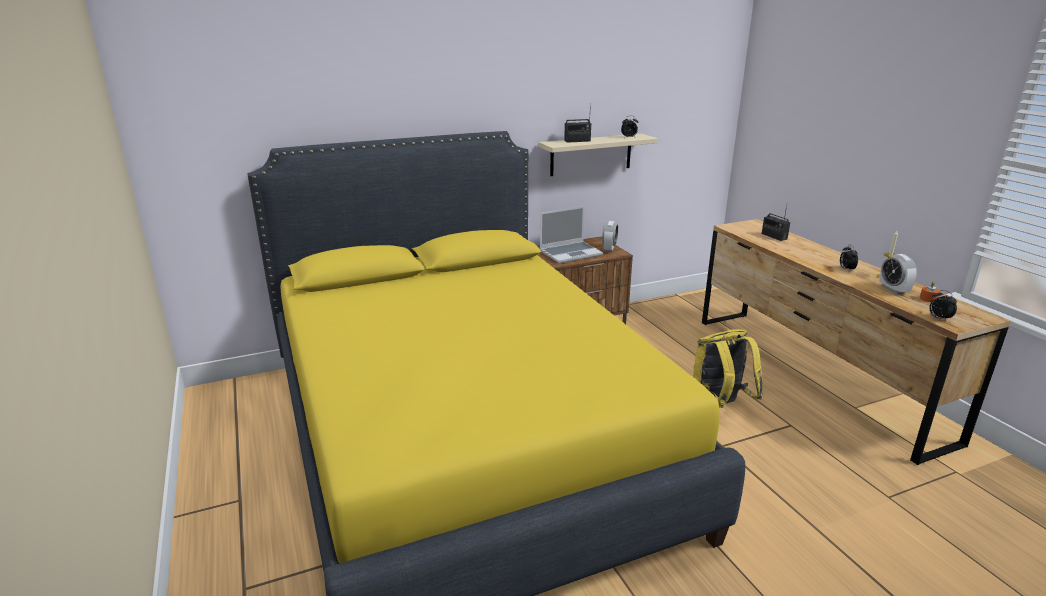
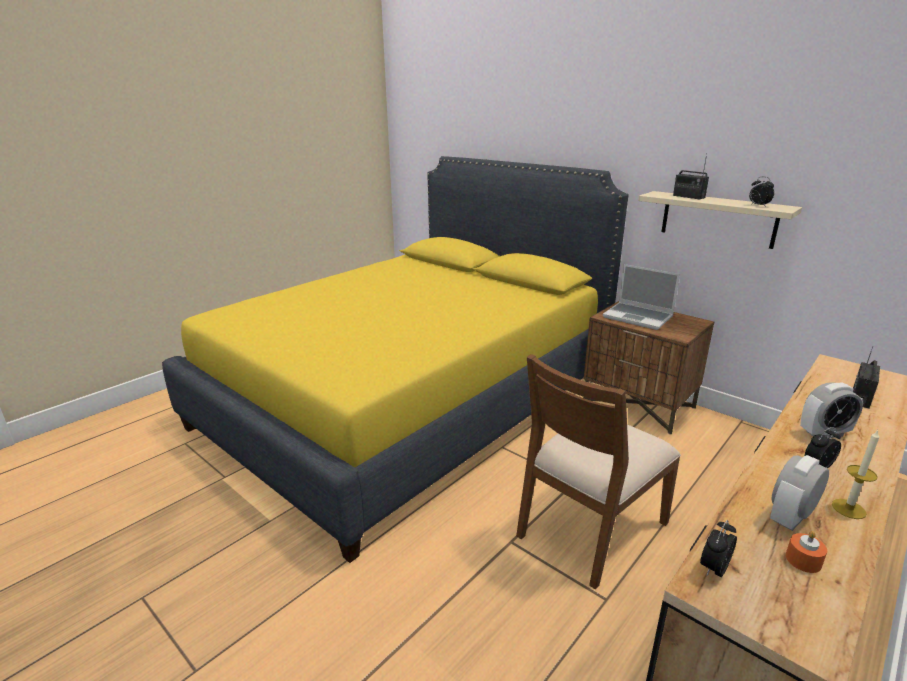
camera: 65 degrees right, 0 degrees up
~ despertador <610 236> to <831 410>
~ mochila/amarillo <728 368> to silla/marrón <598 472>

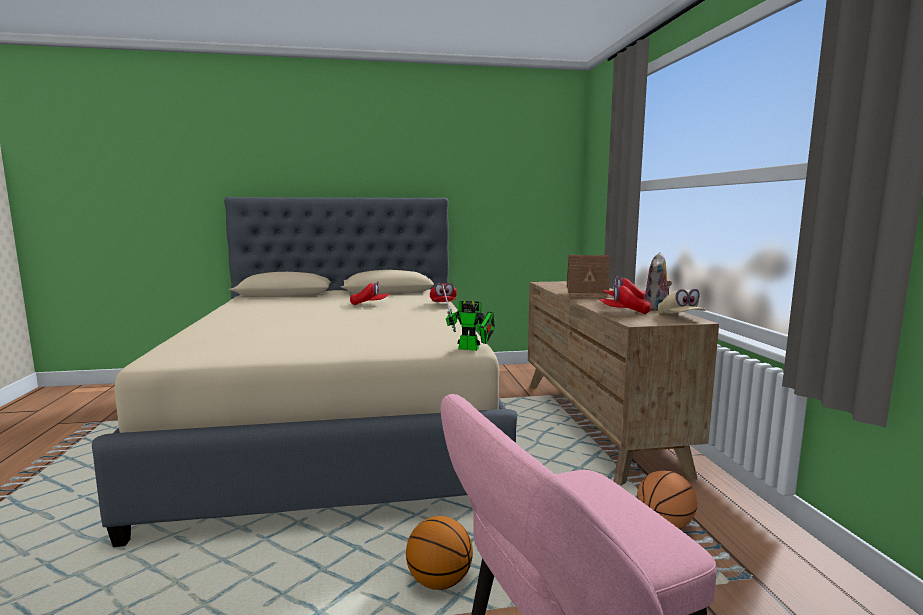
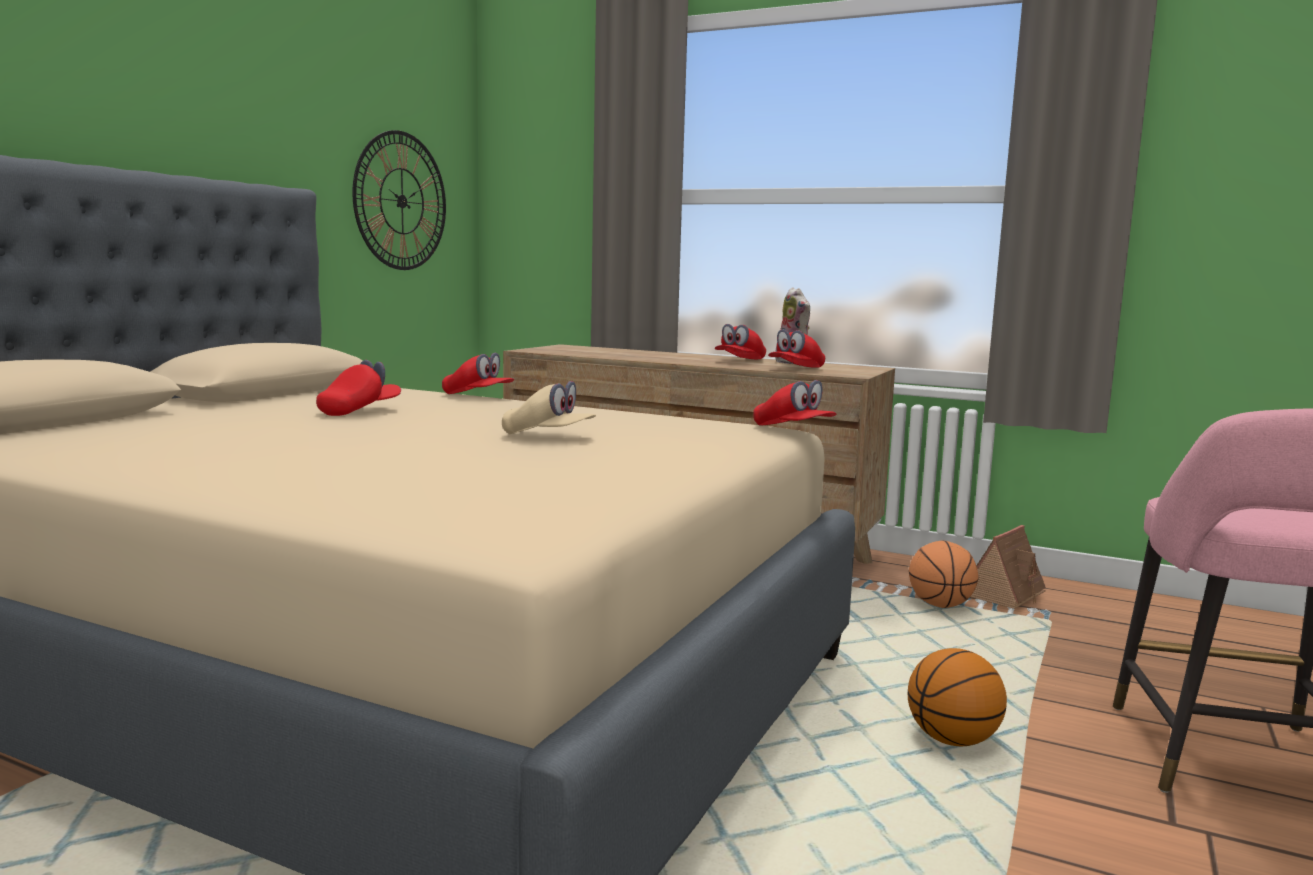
camera: 55 degrees left, 0 degrees up
+ reloj de pared <399 200>
~ casita <590 276> to <1008 567>
~ gorra/beis <682 301> to <549 408>
~ robot de juguete <468 317> to gorra/rojo <795 402>

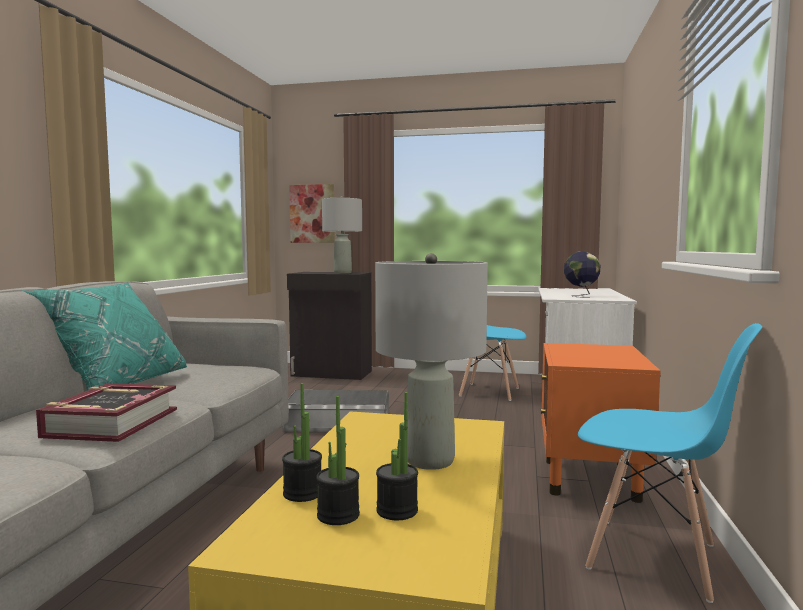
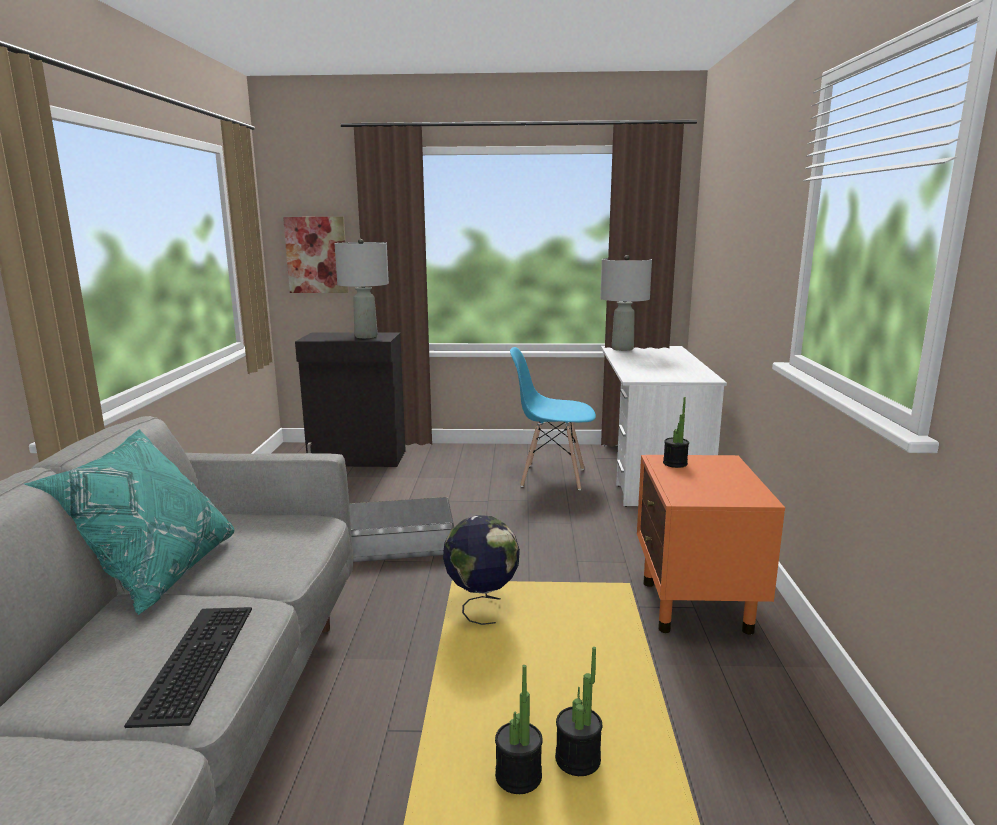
camera: 10 degrees left, 10 degrees up
- silla/azul <670 463>
~ planta en maceta <302 442> to <676 432>
~ lámpara de mesa/gris <431 361> to <626 303>
~ globo terráqueo <582 274> to <481 570>
~ libro <106 412> to teclado <188 667>

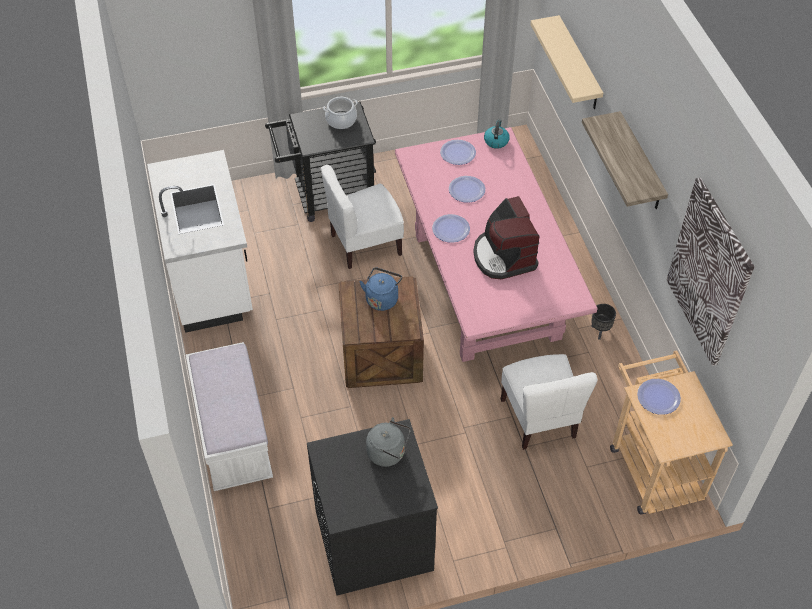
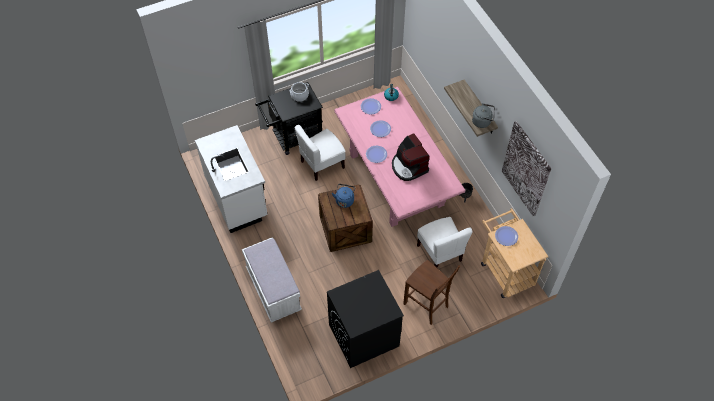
camera: 10 degrees left, 5 degrees up
- estante/beis <566 62>
+ silla/marrón <431 292>
~ hervidor/gris <388 442> to <483 115>

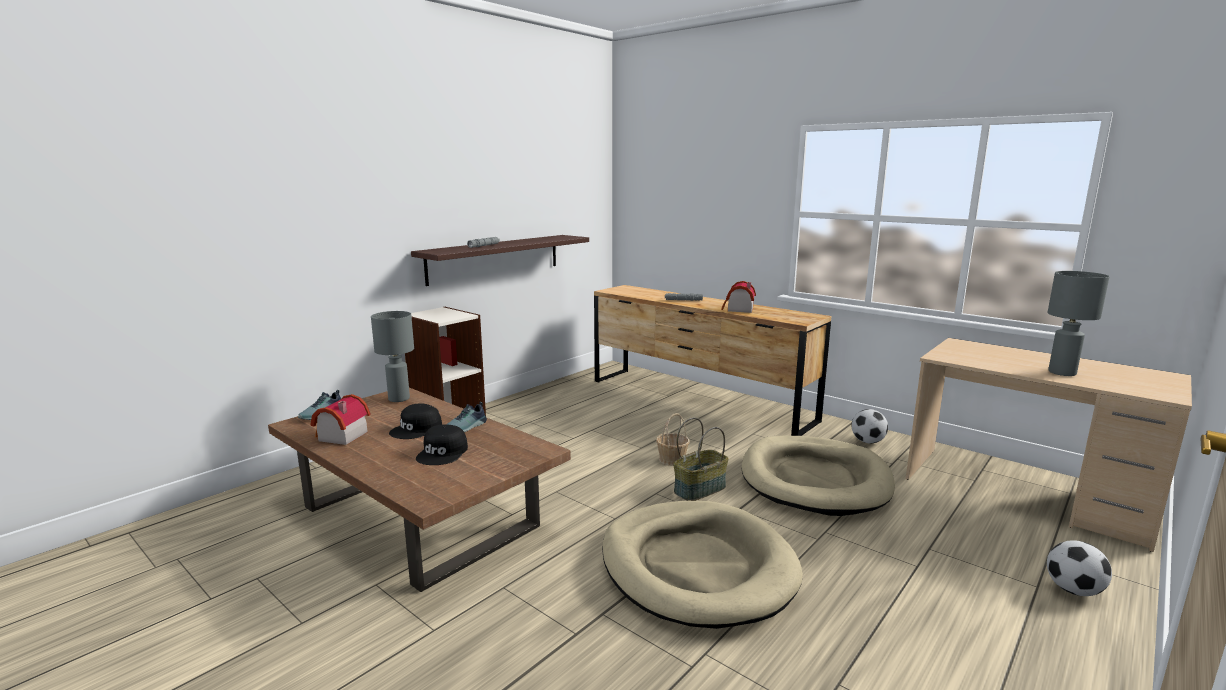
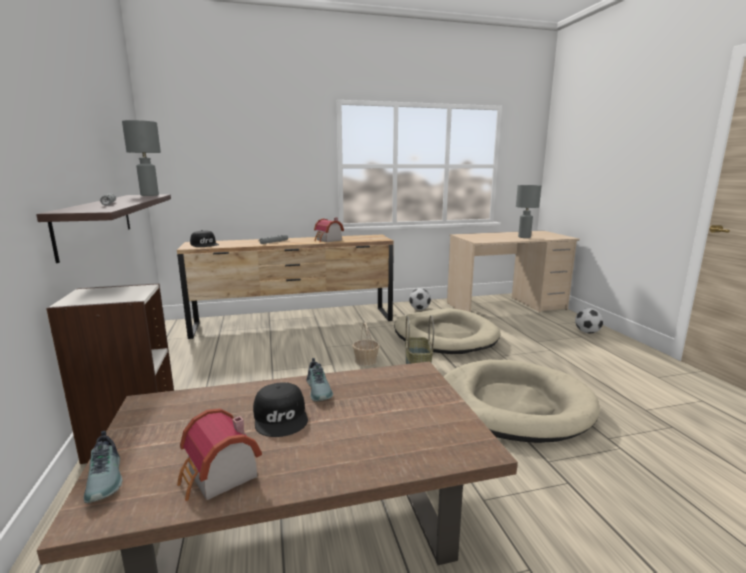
camera: 55 degrees left, 0 degrees up
~ lámpara de mesa/gris <392 356> to <141 158>
~ gorra/negro <442 445> to <204 238>

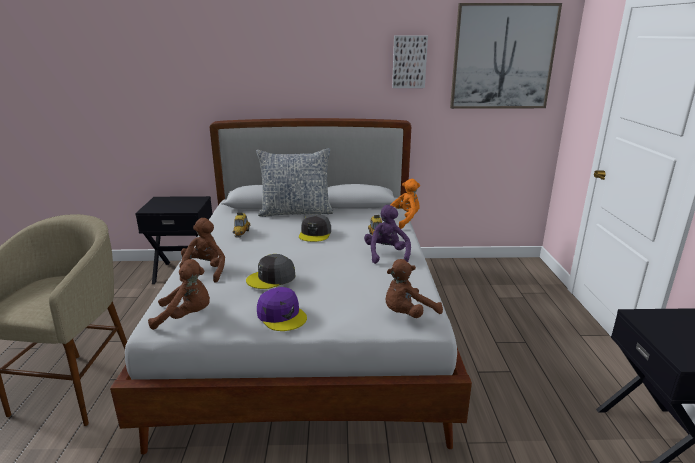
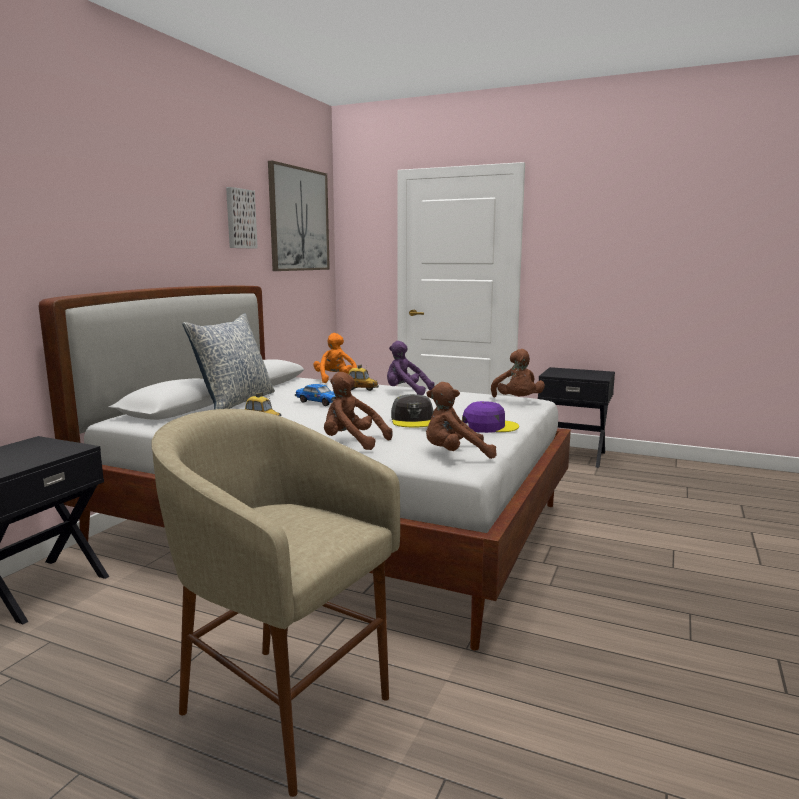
camera: 65 degrees left, 10 degrees down
~ gorra/gris <315 228> to coche de juguete <316 395>
~ peluche/marrón <179 294> = <461 420> 120 degrees counterclockwise

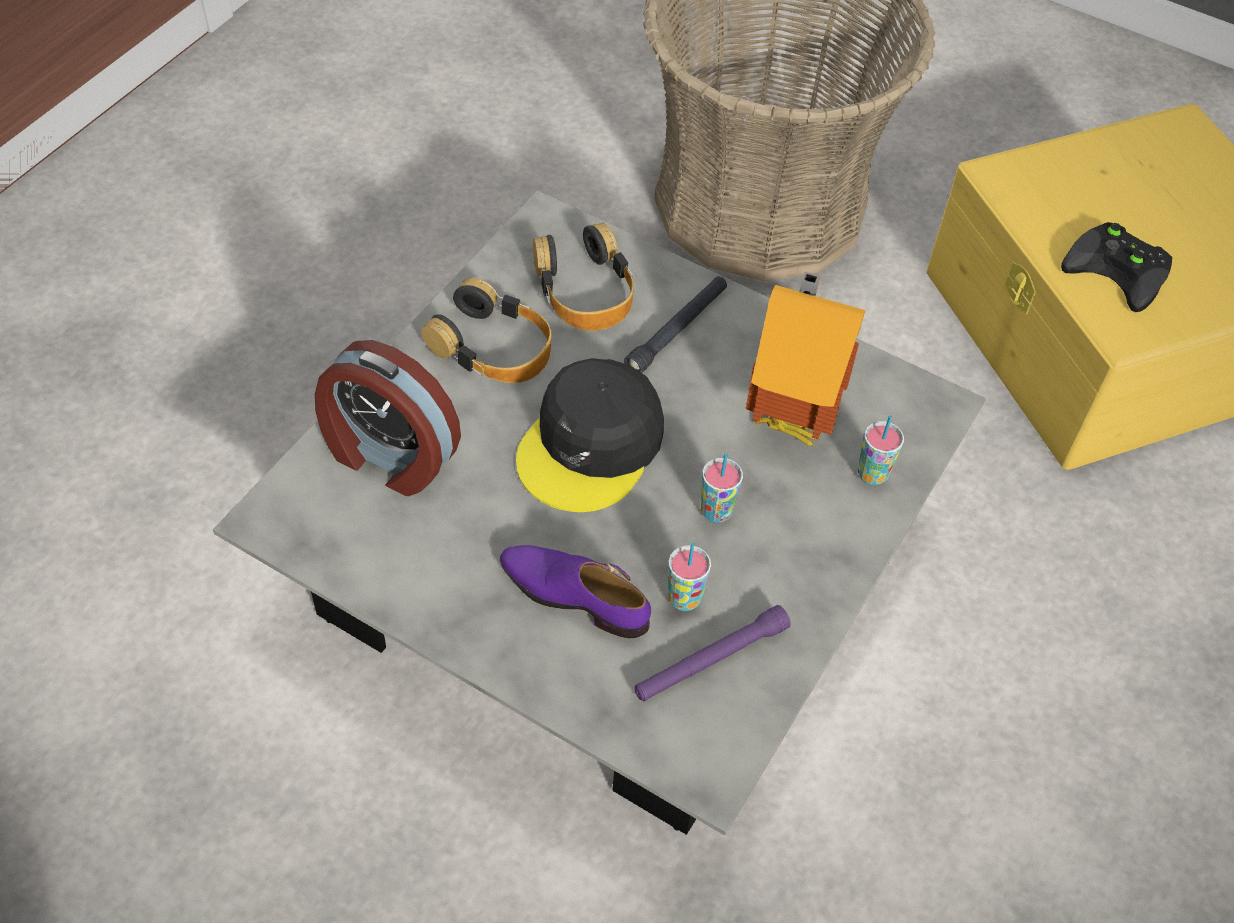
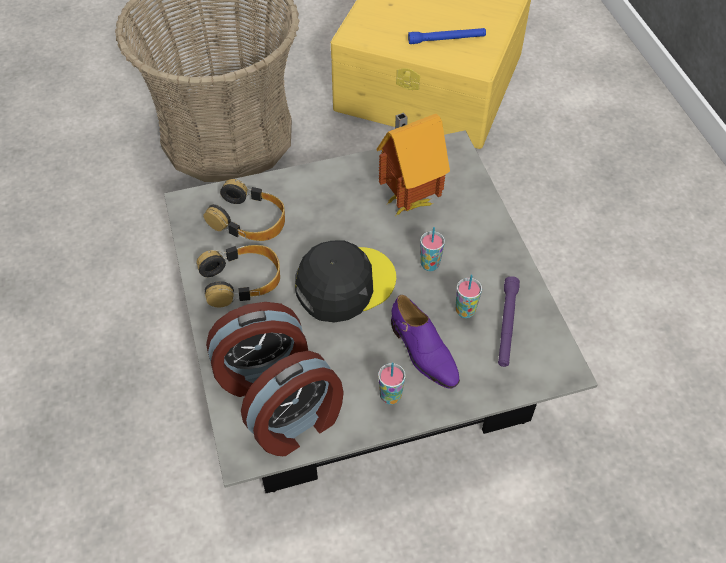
camera: 45 degrees left, 0 degrees up
- linterna/negro <675 324>
+ despertador <292 403>
~ taza <881 450> to <392 384>
~ mando de consola/negro <1116 267> to linterna/azul <447 36>
~ zapato/morado <575 591> = <425 342> 105 degrees counterclockwise
~ gorra/negro <590 435> = <345 281> 105 degrees counterclockwise

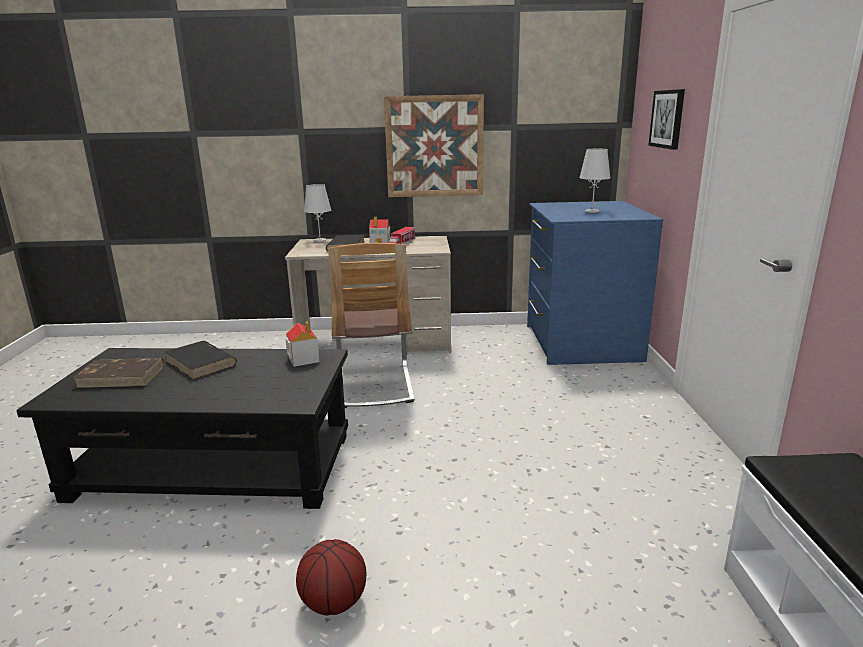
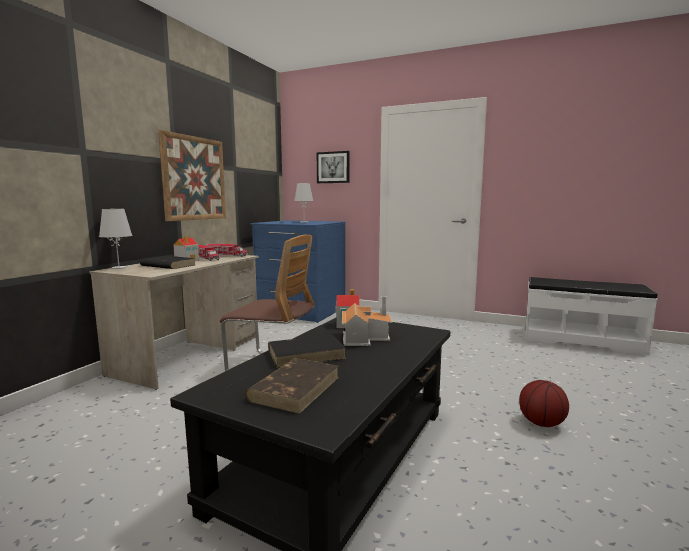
camera: 65 degrees left, 10 degrees down
+ camión de juguete <227 250>
+ casita <367 321>

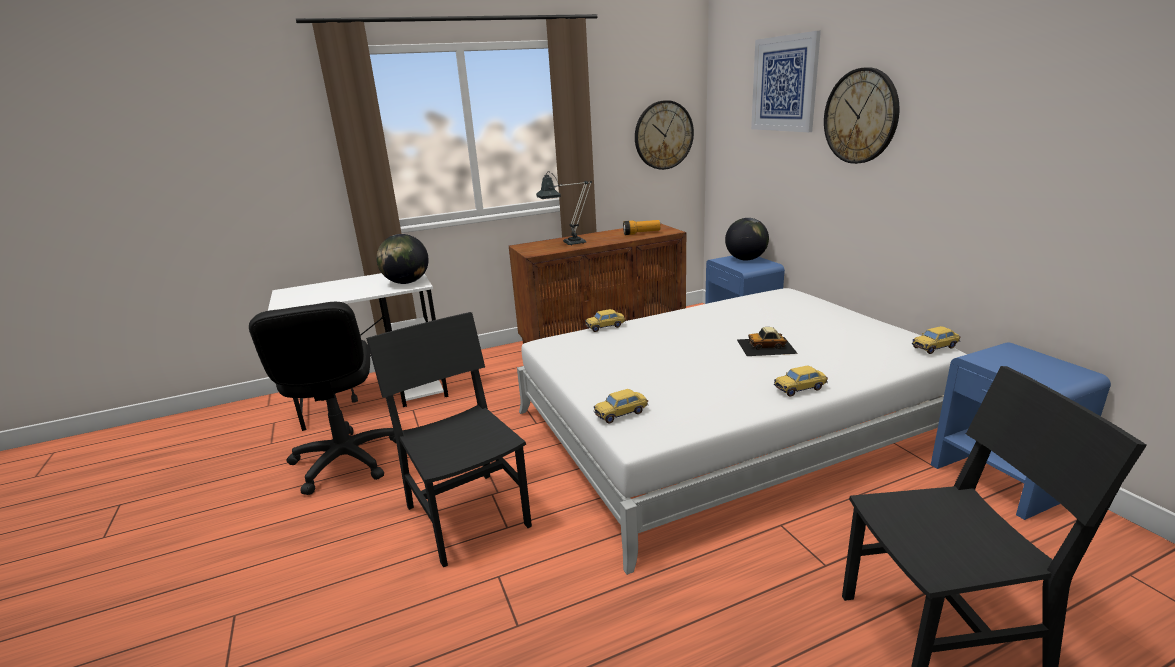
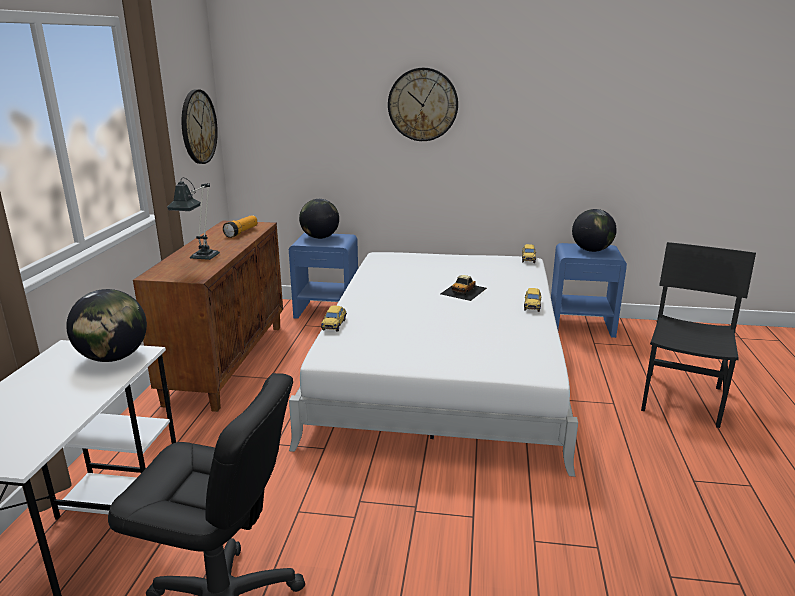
camera: 60 degrees left, 0 degrees up
- silla/negro <449 440>
- coche de juguete <621 406>
- cuadro <786 81>
+ globo terráqueo <594 230>

